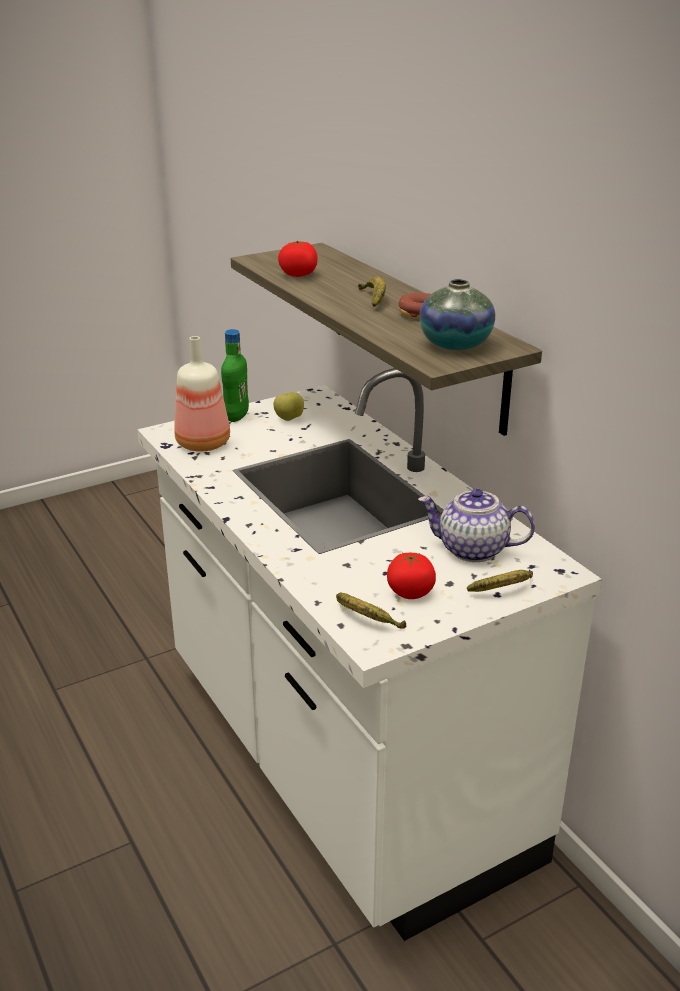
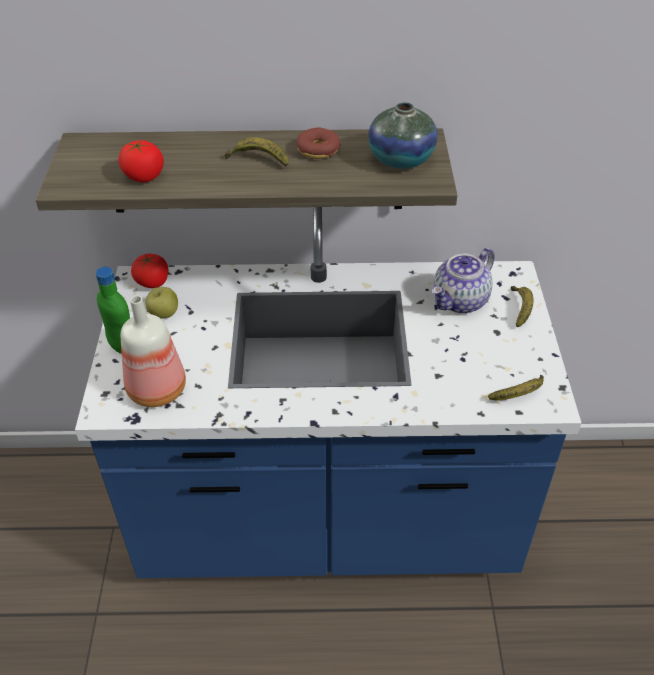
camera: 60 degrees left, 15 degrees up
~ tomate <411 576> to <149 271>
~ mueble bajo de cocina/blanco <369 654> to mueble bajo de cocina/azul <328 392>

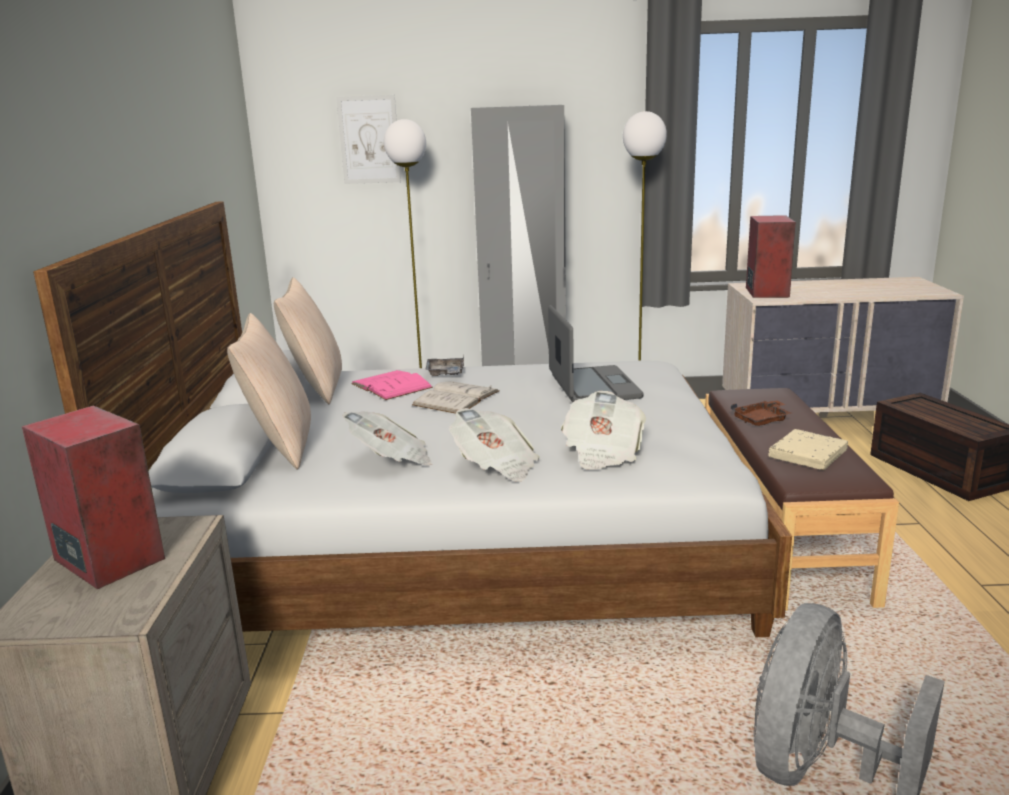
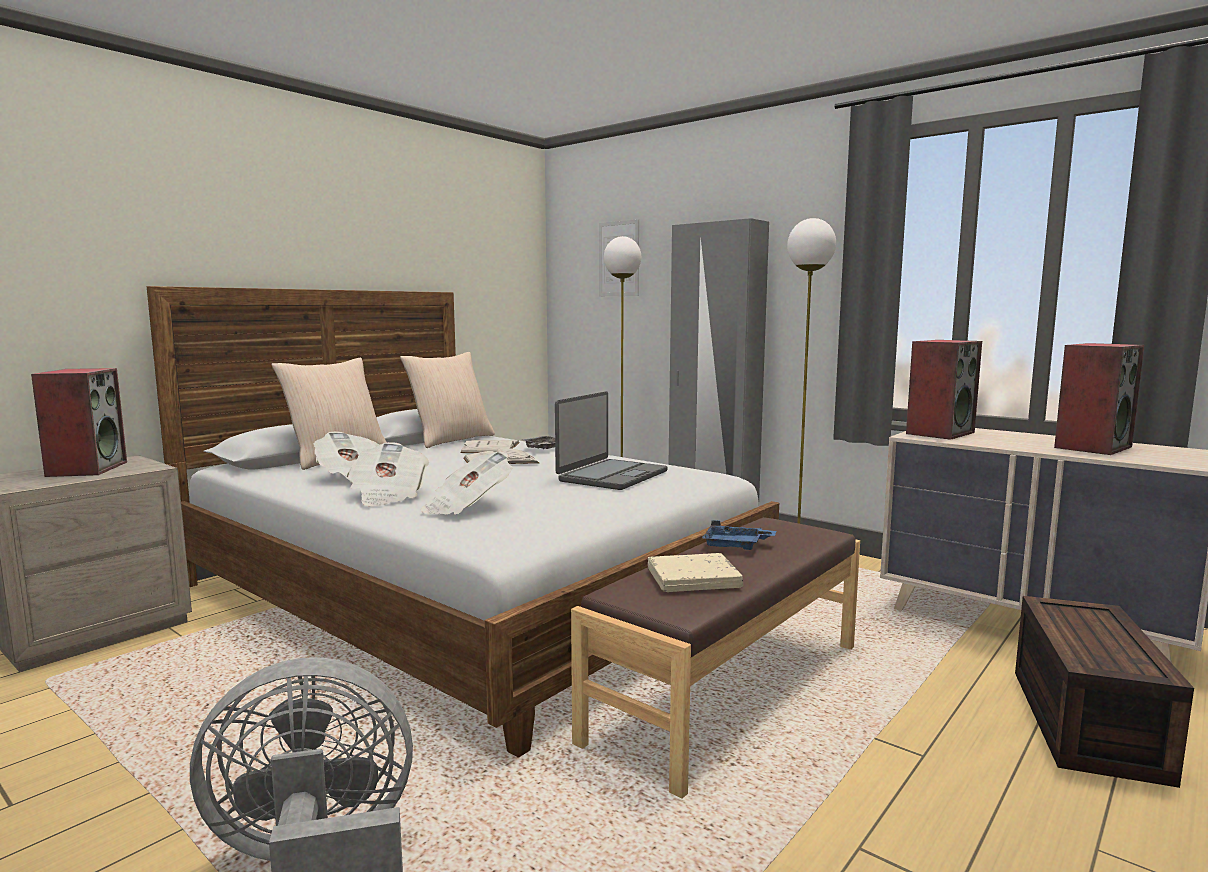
camera: 40 degrees right, 10 degrees down
+ altavoz <1099 399>
~ libro/rosa <392 385> to libro/blanco <490 446>
~ bandeja/marrón <761 413> to bandeja/azul <739 535>

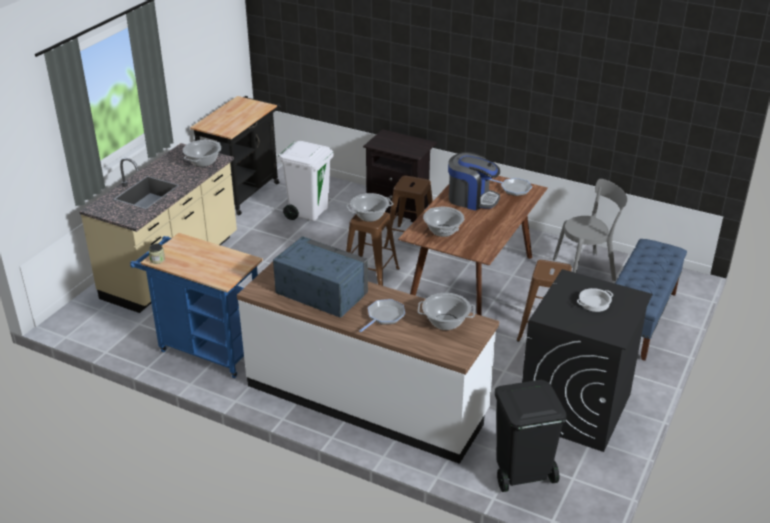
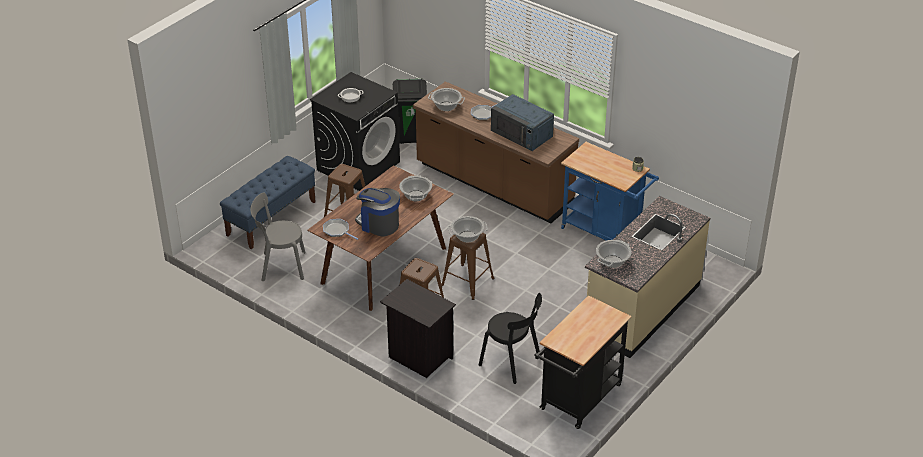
camera: 170 degrees left, 5 degrees up
~ papelera/blanco <305 181> to silla/negro <510 338>
~ mueble bajo de cocina/blanco <368 363> to mueble bajo de cocina/marrón <496 152>

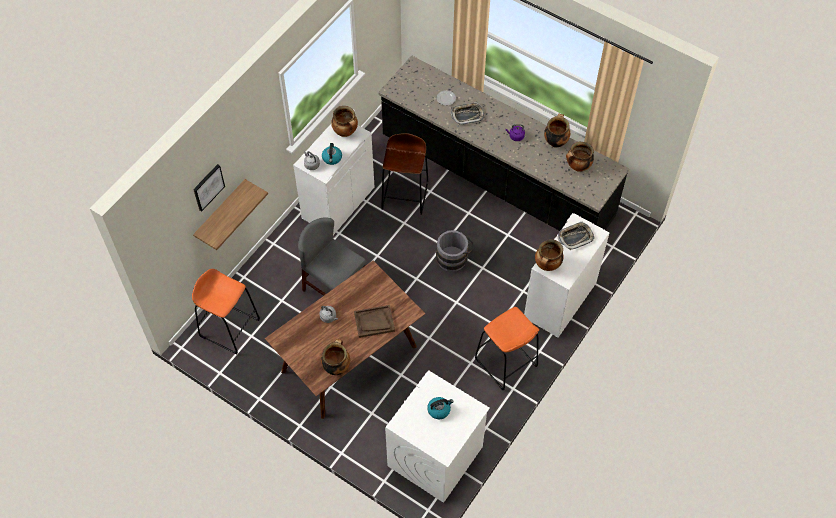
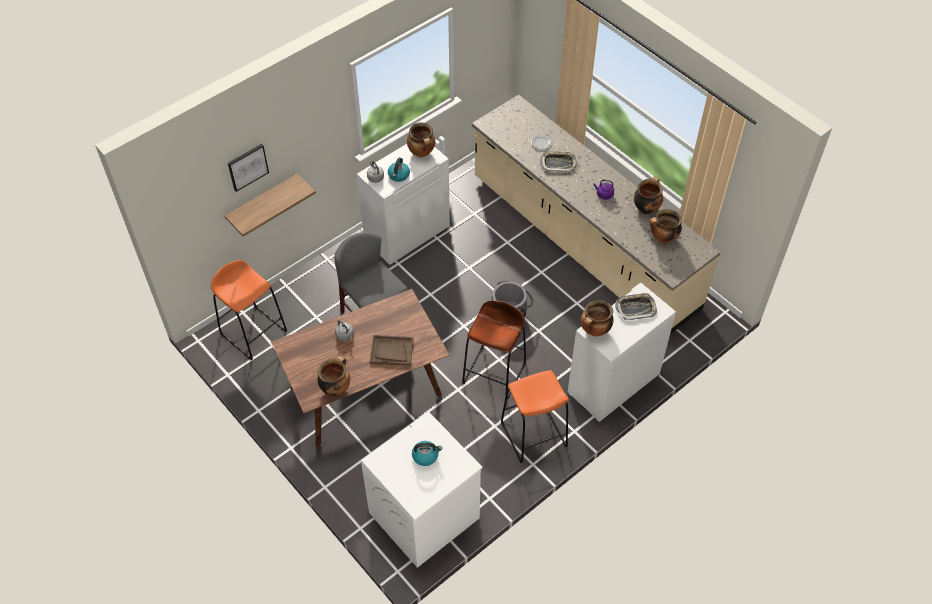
camera: 15 degrees right, 5 degrees down
~ taburete/marrón <404 174> to <494 350>
~ mueble bajo de cocina/negro <503 143> to mueble bajo de cocina/beis <596 214>

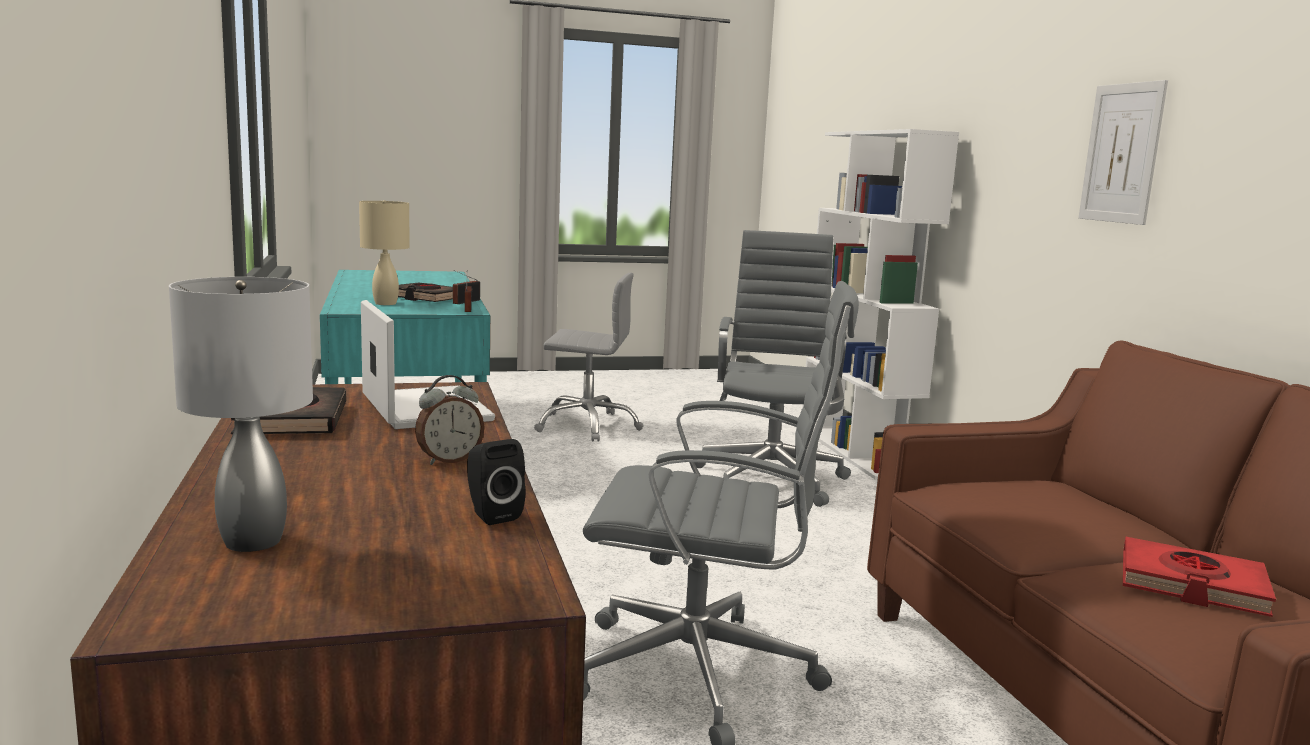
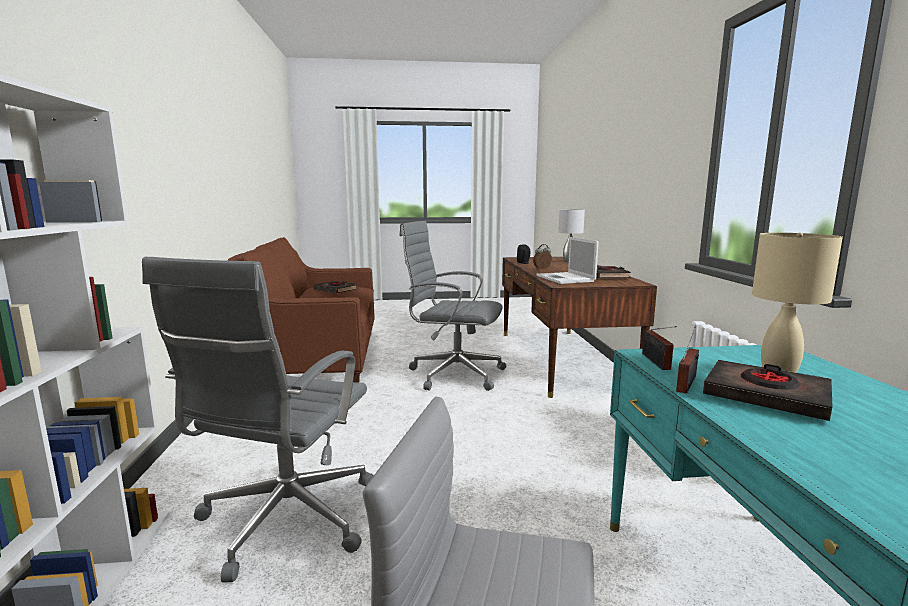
camera: 170 degrees left, 0 degrees up
- cuadro <1123 152>
~ libro/rojo <1199 577> to libro/negro <336 287>

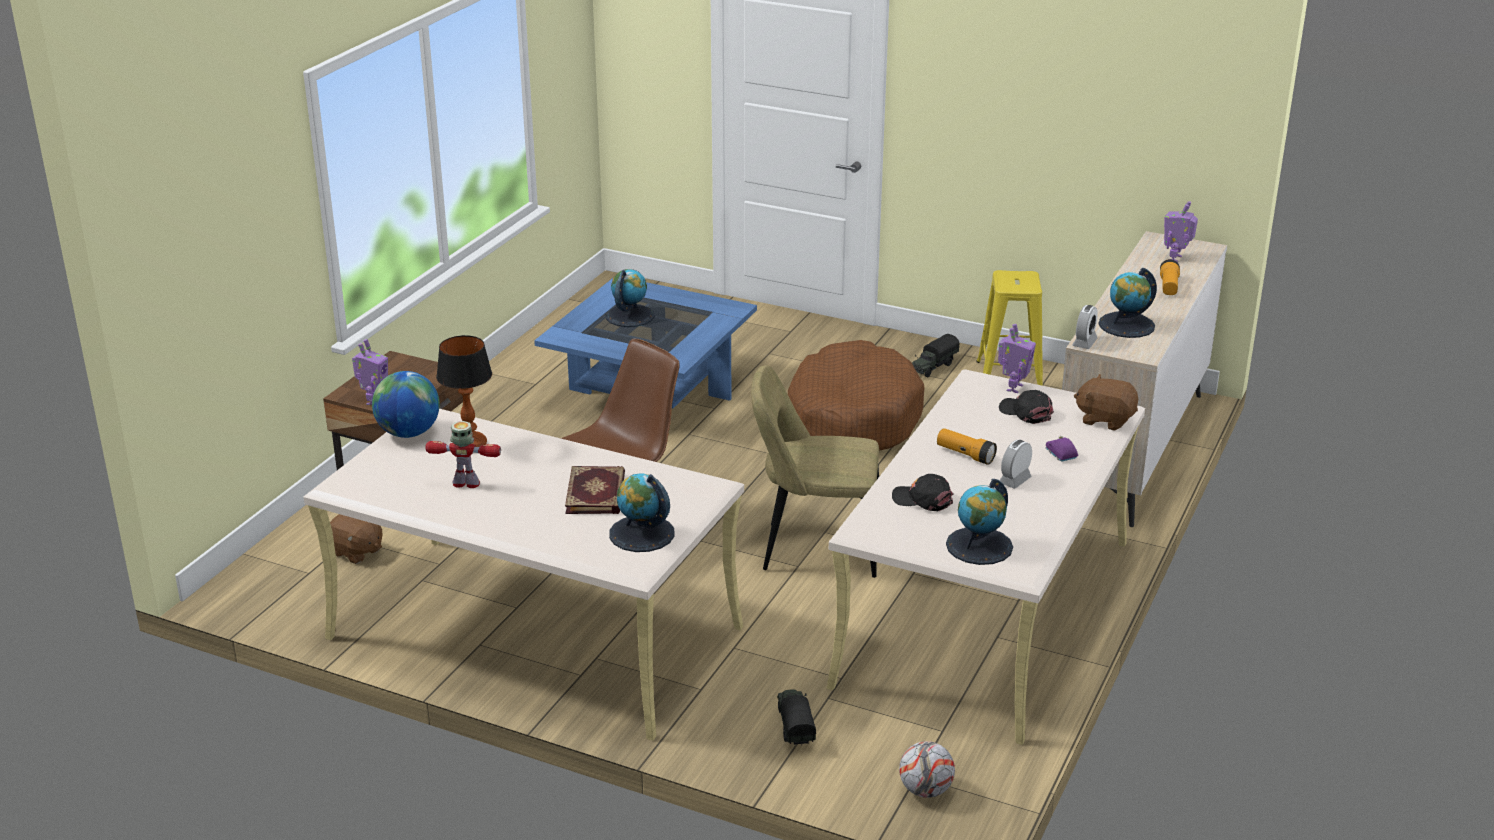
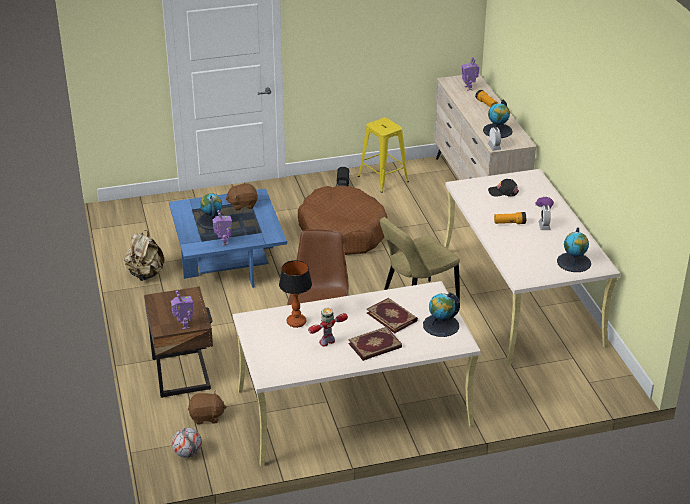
camera: 40 degrees left, 5 degrees up
- globo terráqueo <406 404>
- camión de juguete <796 717>
- gorra/negro <923 492>
+ mochila/beis <144 255>
+ libro <375 344>
~ balón de fútbol <927 769> to <187 443>
~ robot de juguete <1017 358> to <222 228>
~ peluche/marrón <1106 402> to <241 197>

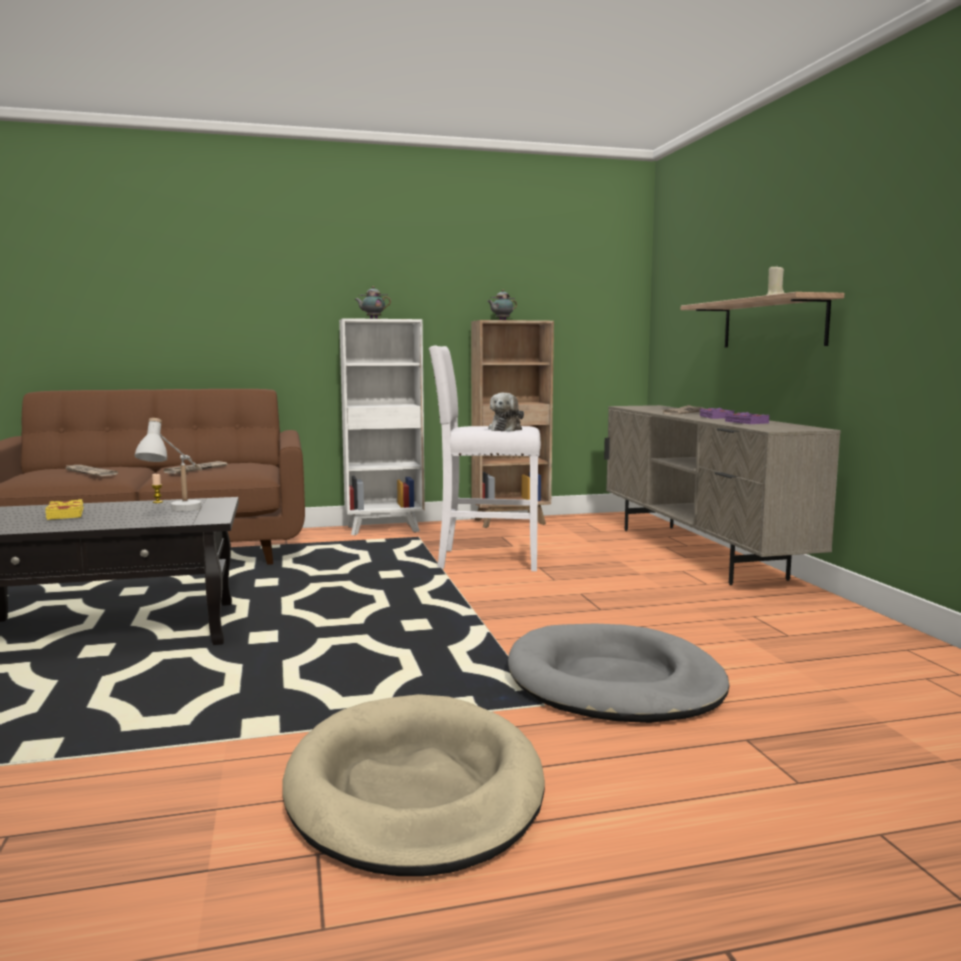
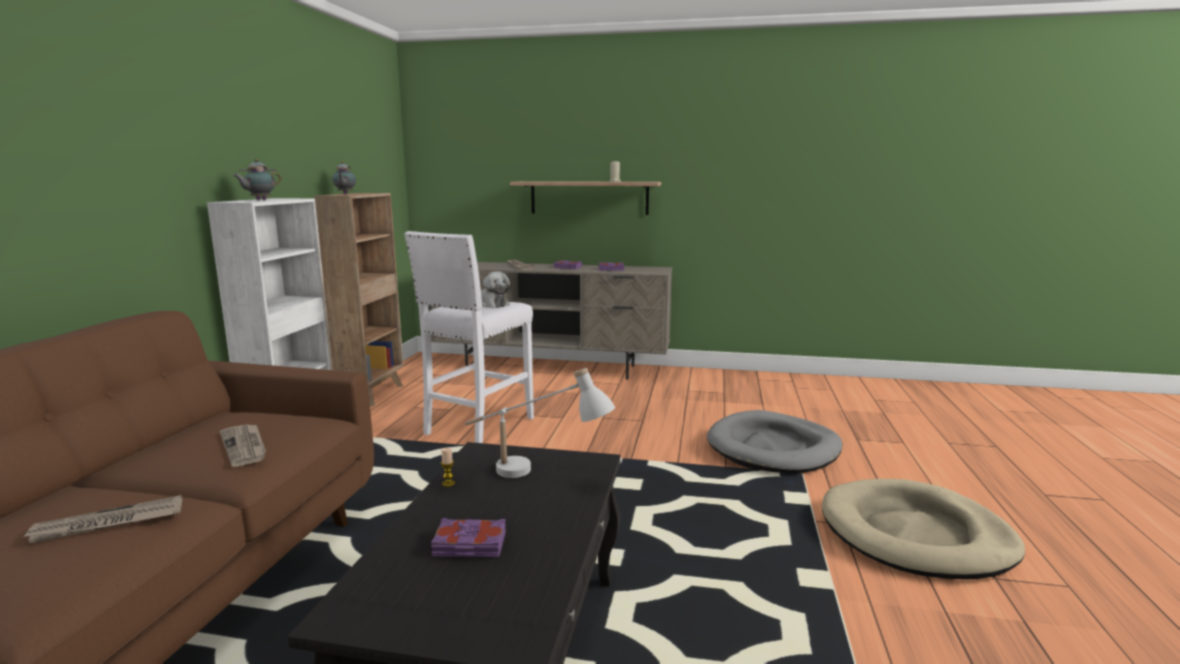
camera: 65 degrees left, 5 degrees up
~ libro/amarillo <64 509> to libro/morado <468 537>

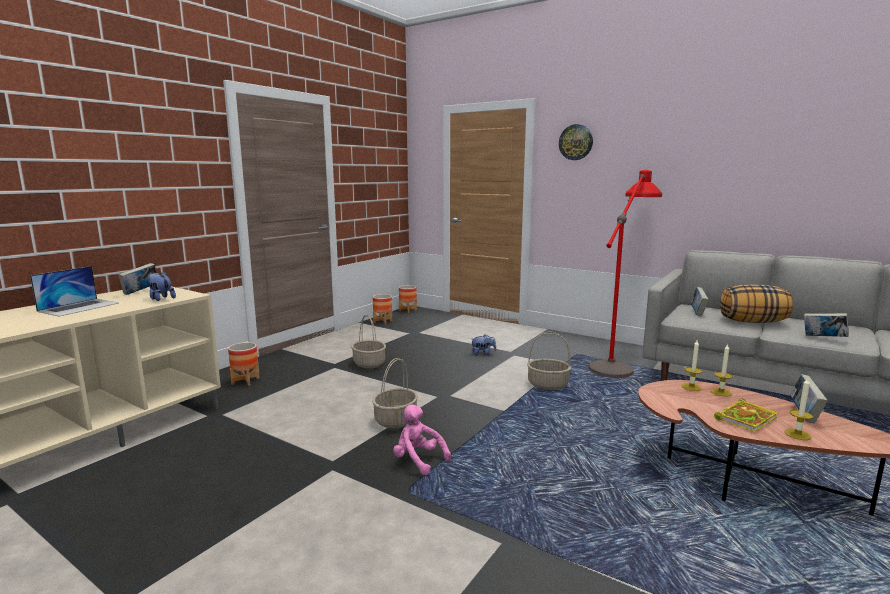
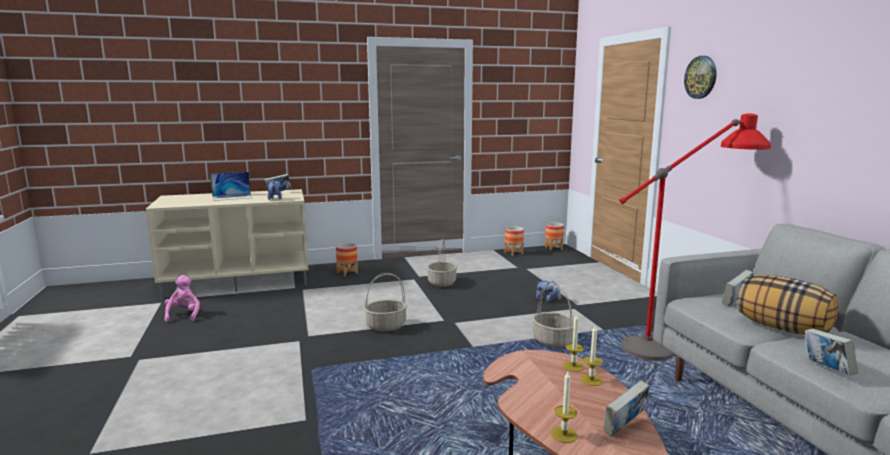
camera: 40 degrees right, 0 degrees up
- libro <746 415>
~ peluche/rosa <422 440> to <182 298>

